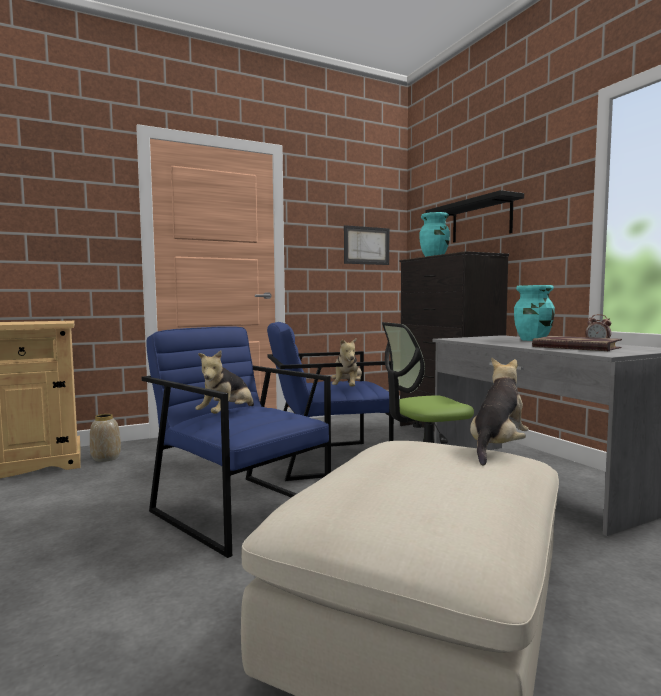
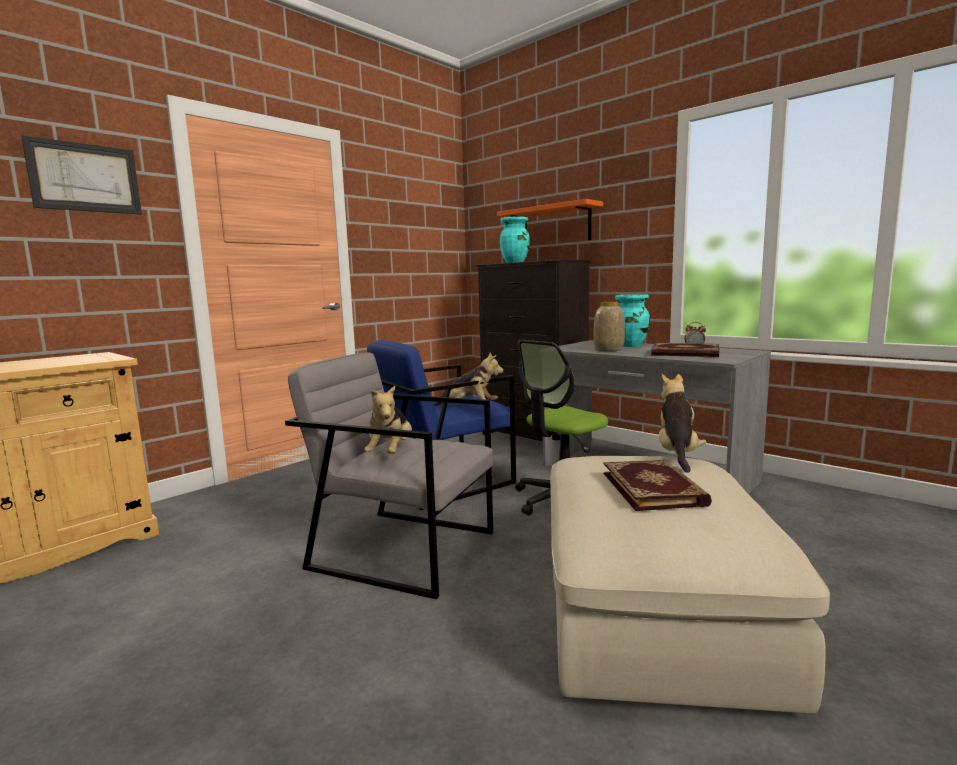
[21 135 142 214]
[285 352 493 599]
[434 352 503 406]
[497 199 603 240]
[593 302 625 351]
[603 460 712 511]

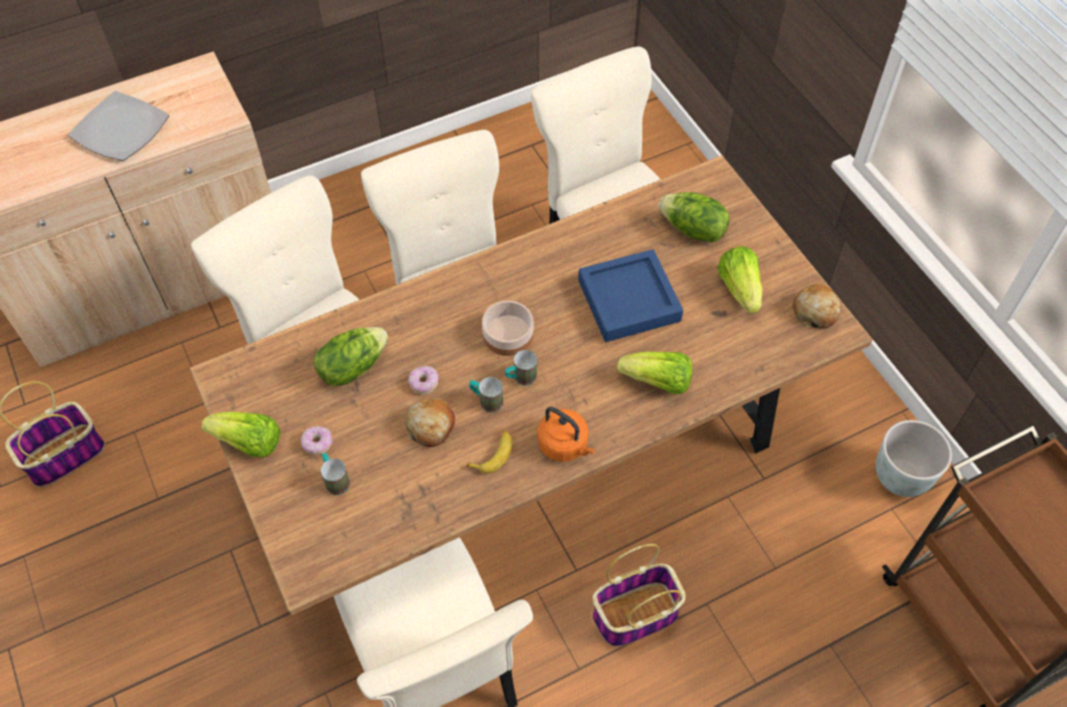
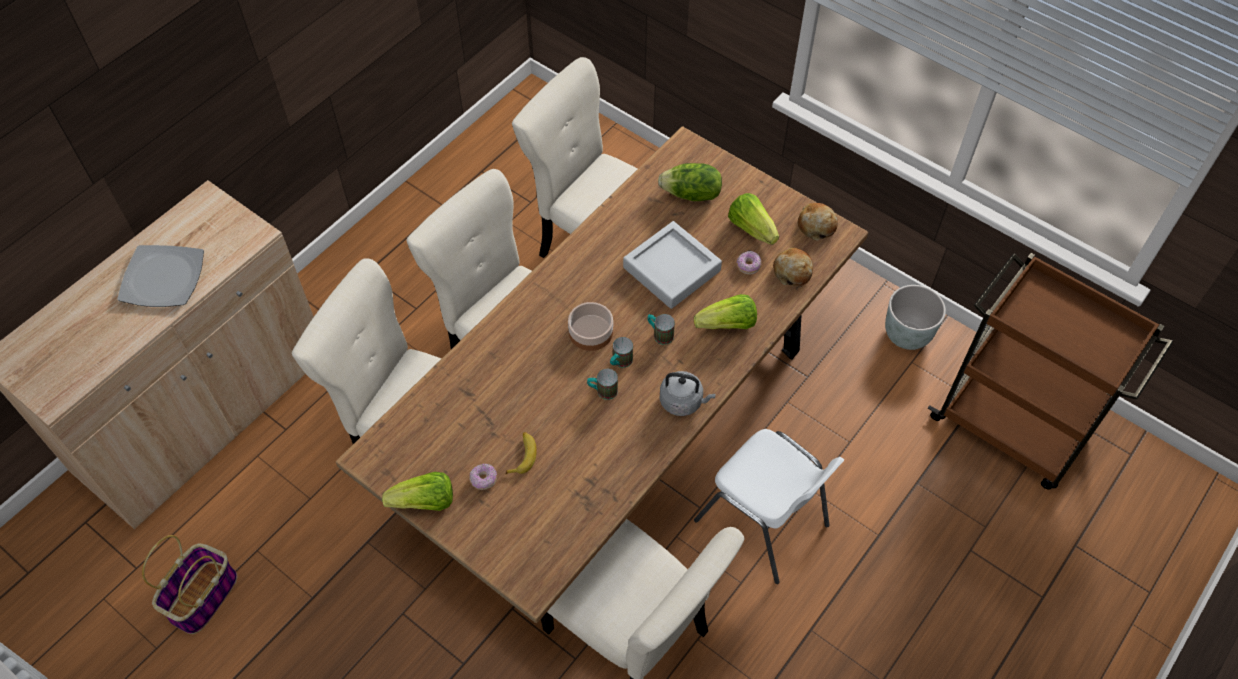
[506 432 537 474]
[623 221 722 309]
[647 314 675 345]
[660 371 715 416]
[694 429 844 584]
[737 251 762 275]
[773 248 813 286]
[313 327 388 386] (first image)

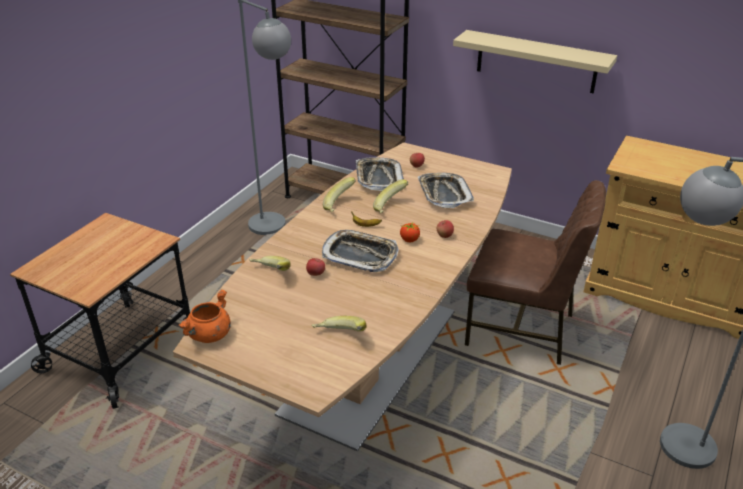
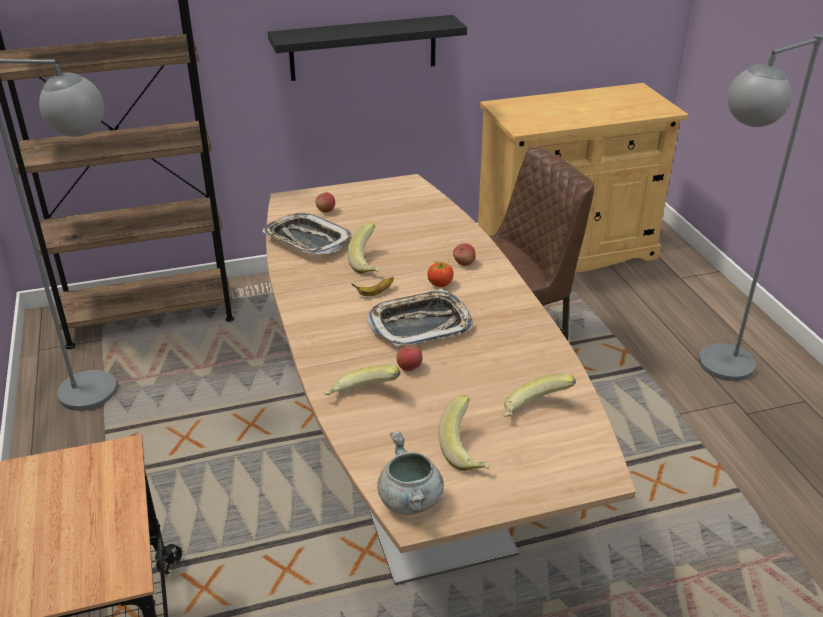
[268 15 467 81]
[377 431 444 515]
[438 395 490 471]
[418 173 474 208] (first image)

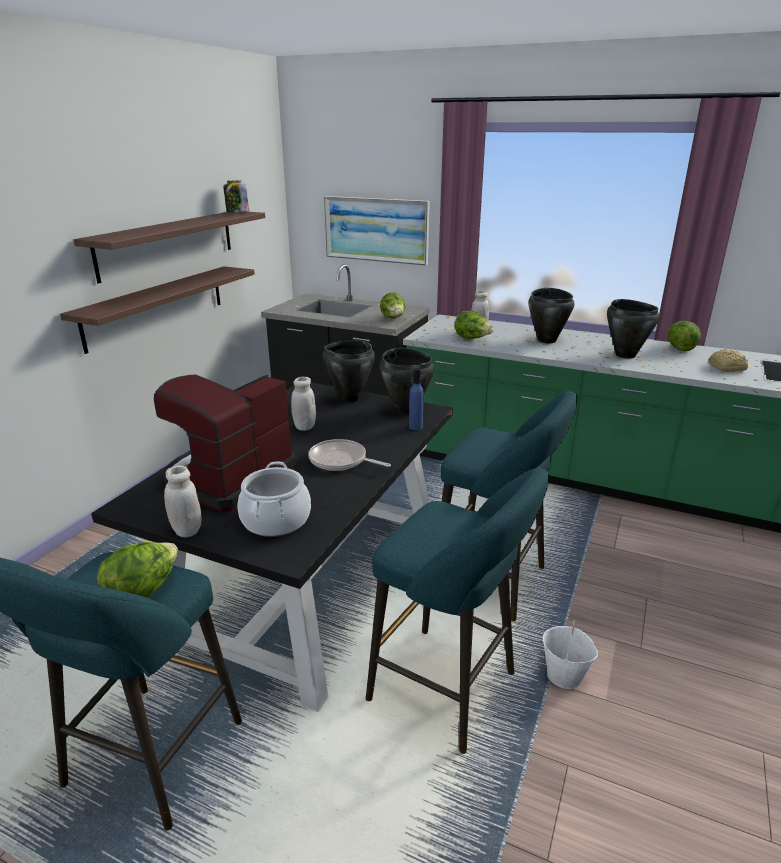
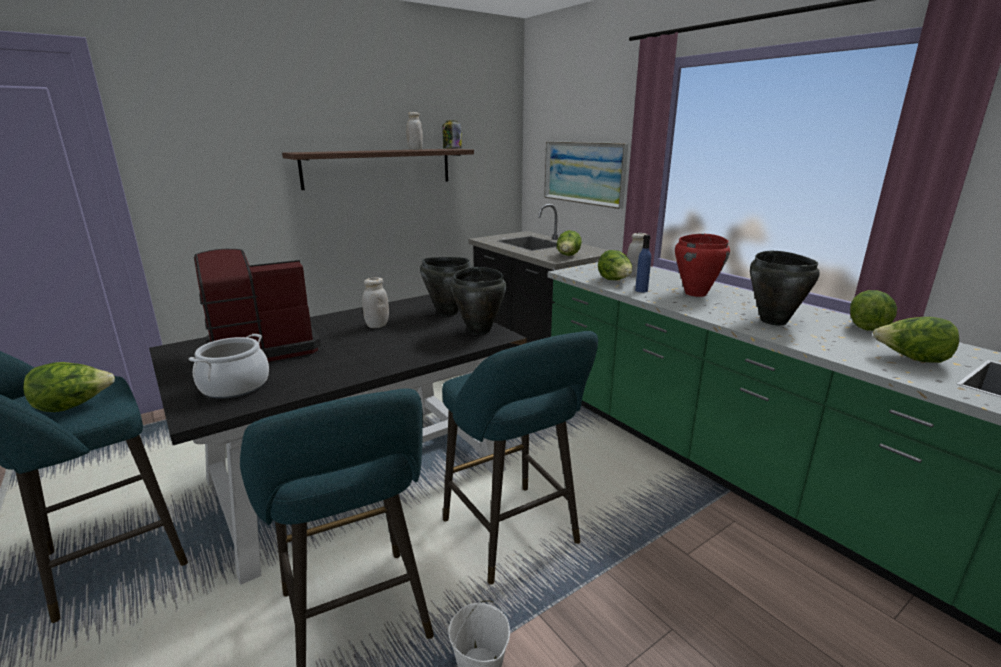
[406 112 423 150]
[635 235 651 292]
[675 234 730 297]
[873 317 959 363]
[60 266 255 354] (first image)
[308 439 391 471] (first image)

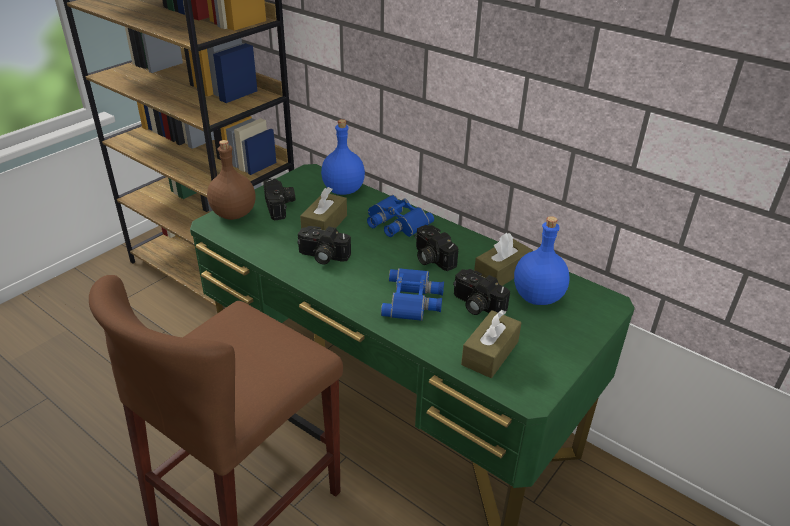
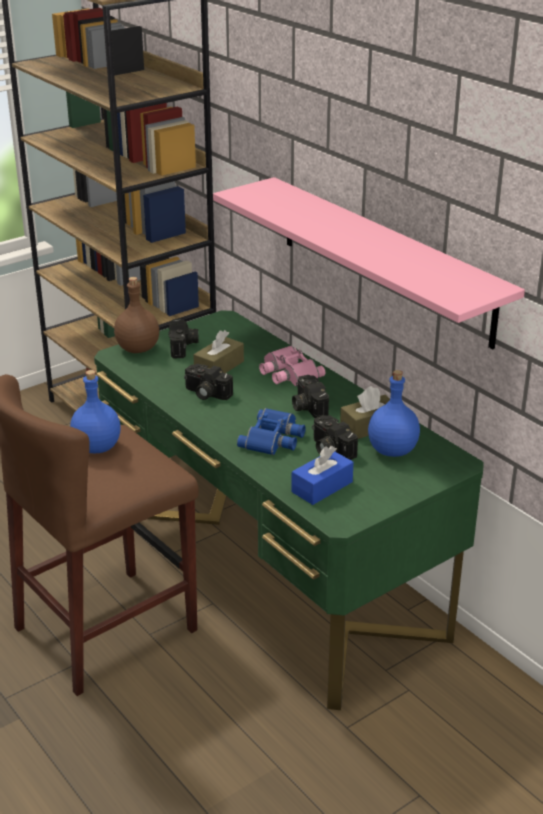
[70 370 121 453]
[213 177 525 349]
[259 346 326 386]
[291 446 354 505]

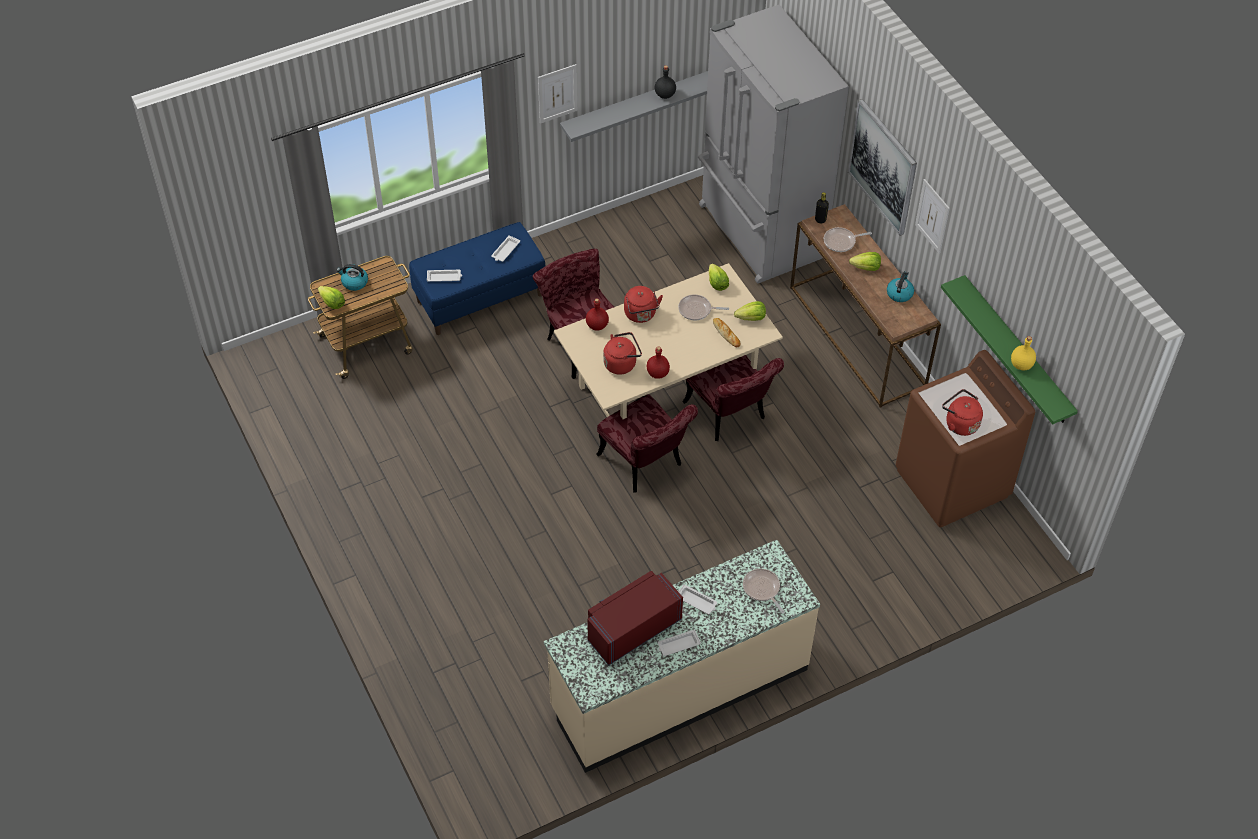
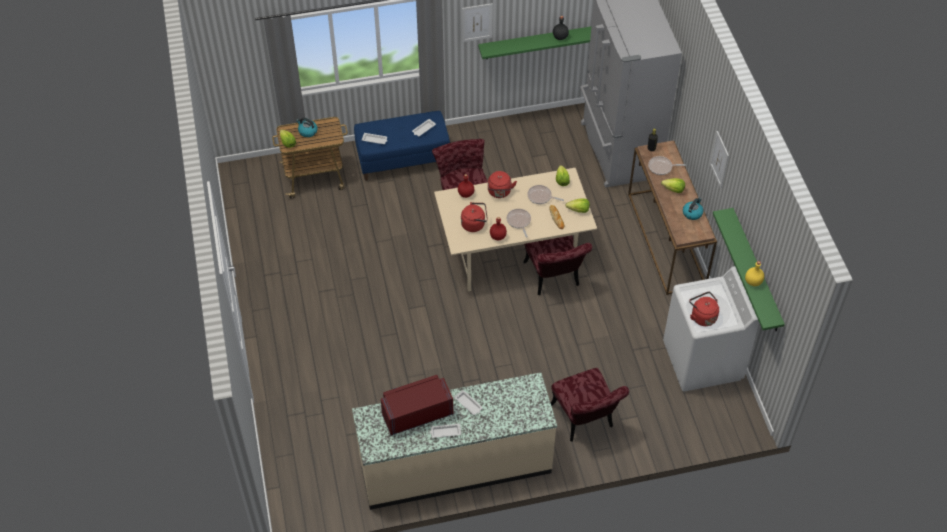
[478 27 591 59]
[507 209 531 237]
[551 368 629 442]
[663 266 759 392]
[848 99 917 236] (first image)

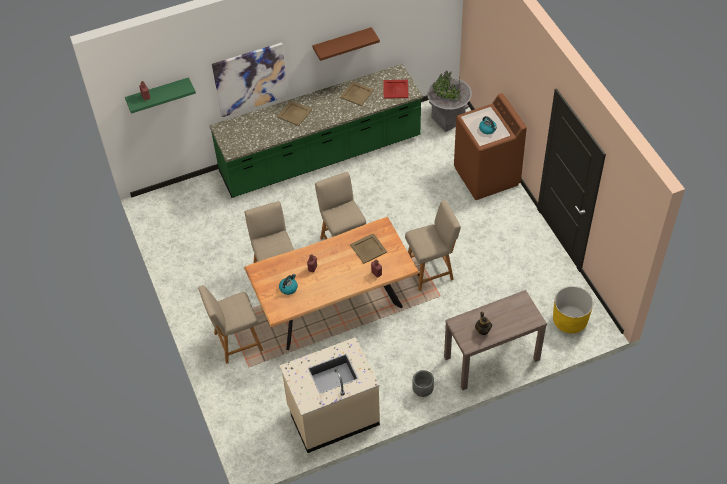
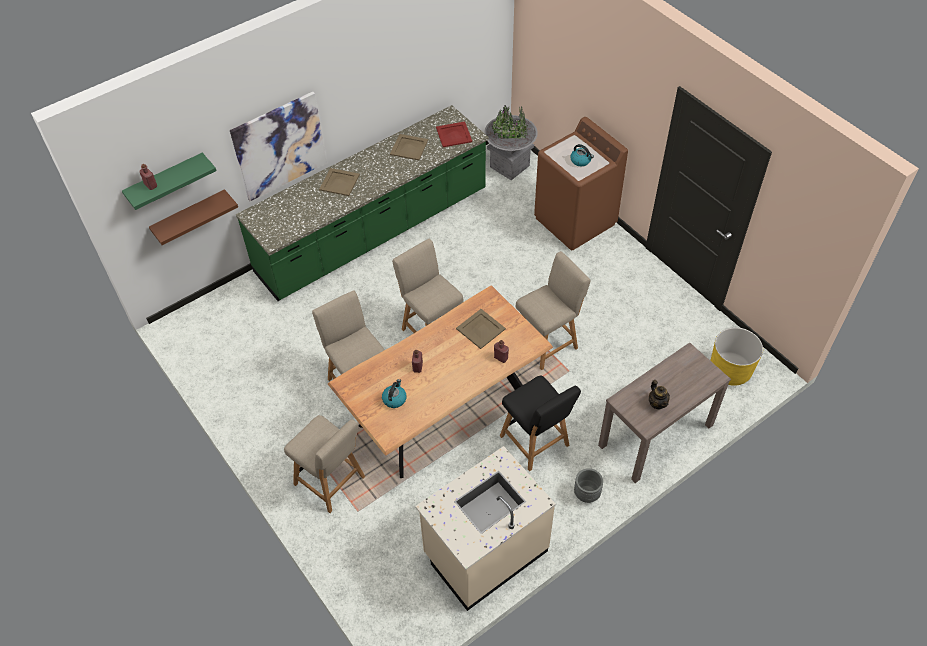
[149 189 238 245]
[284 415 365 513]
[500 376 581 471]

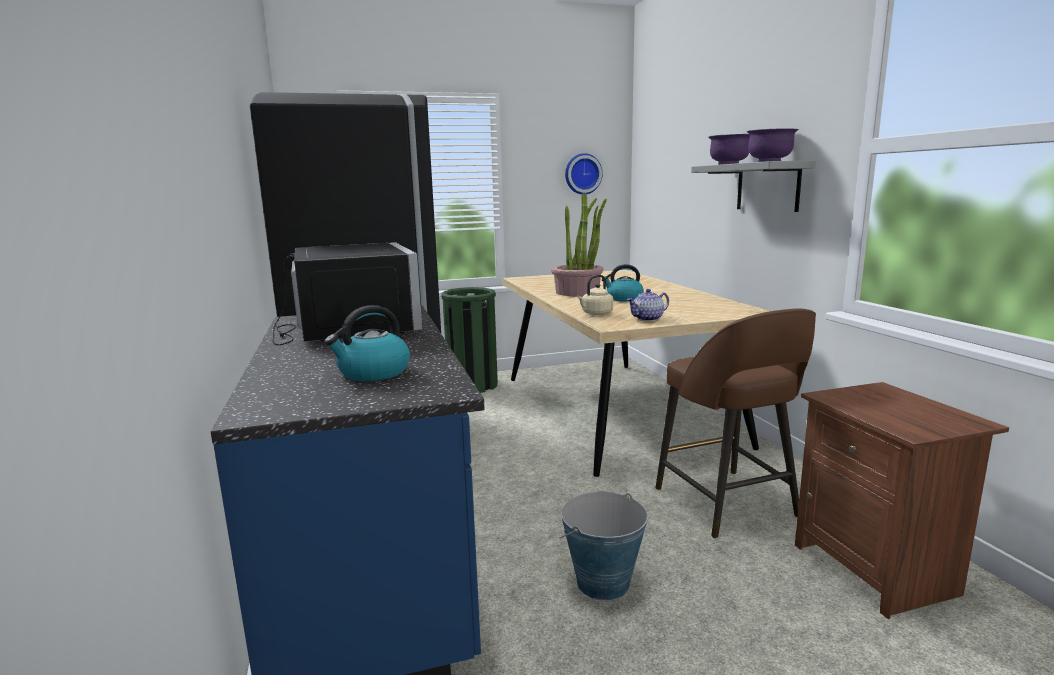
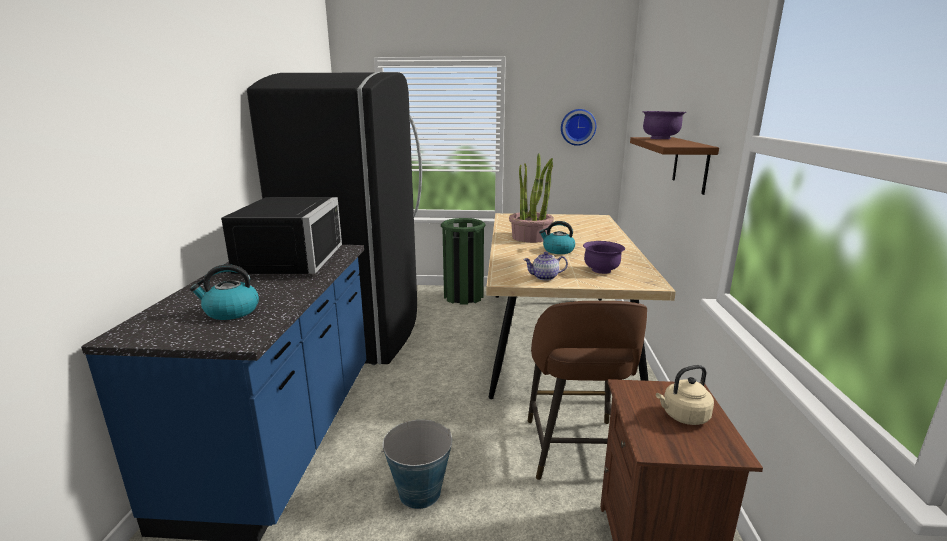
[583 241 625 274]
[630 137 719 195]
[656 365 714 425]

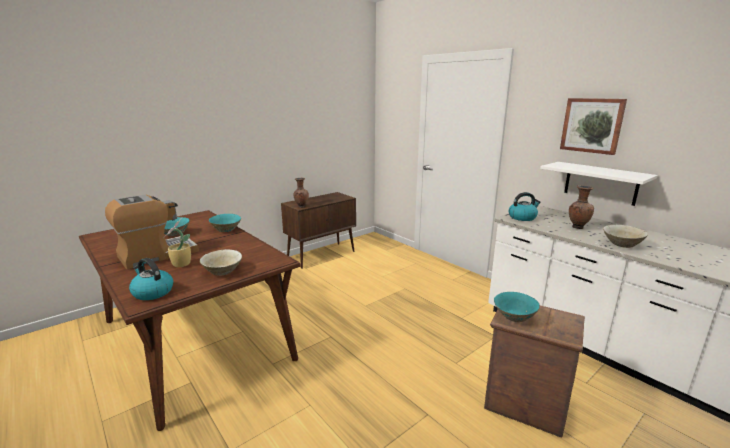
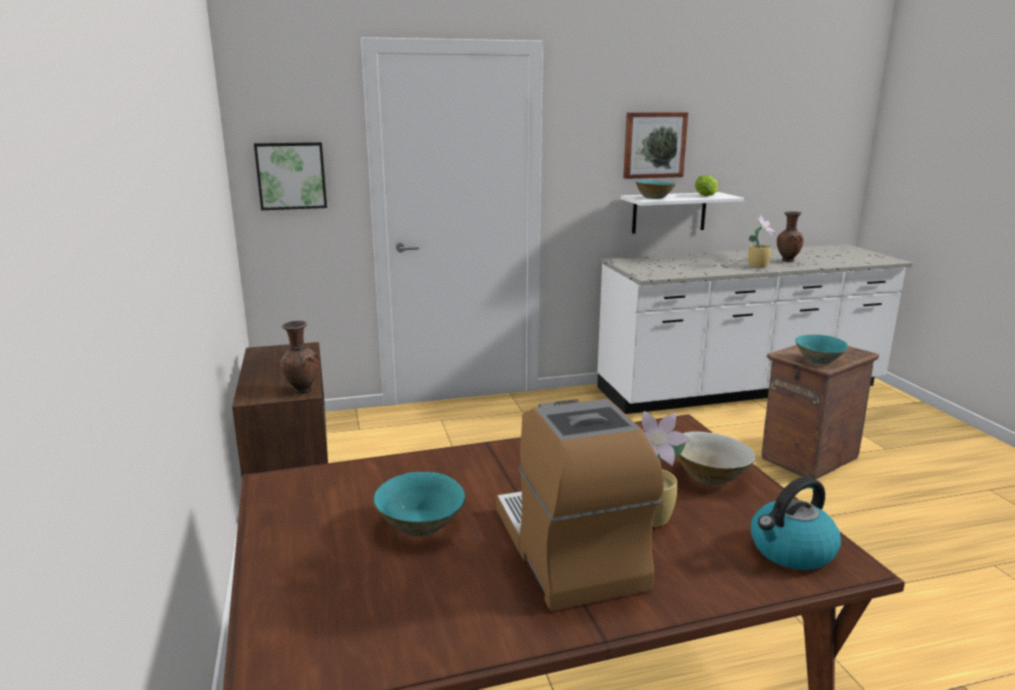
[254 142 327 210]
[636 180 676 199]
[695 175 718 196]
[748 215 775 268]
[777 211 804 262]
[509 192 541 221] (first image)

